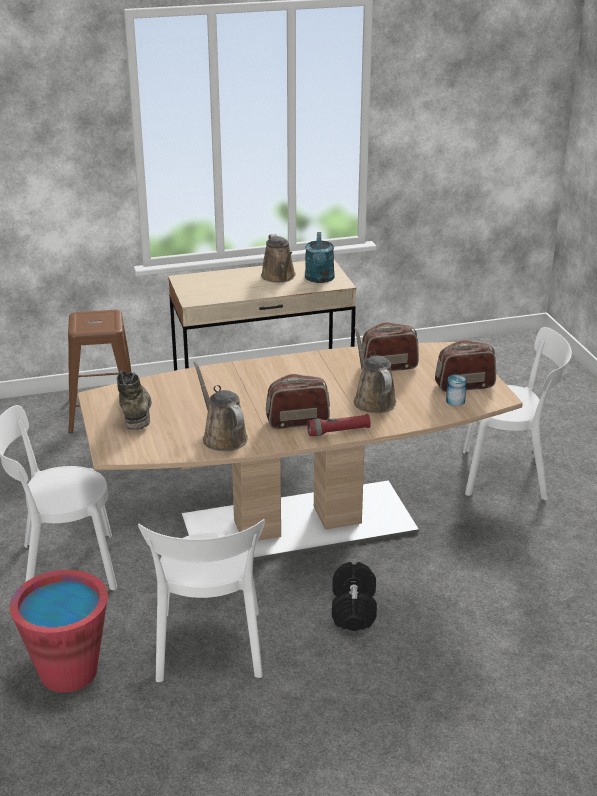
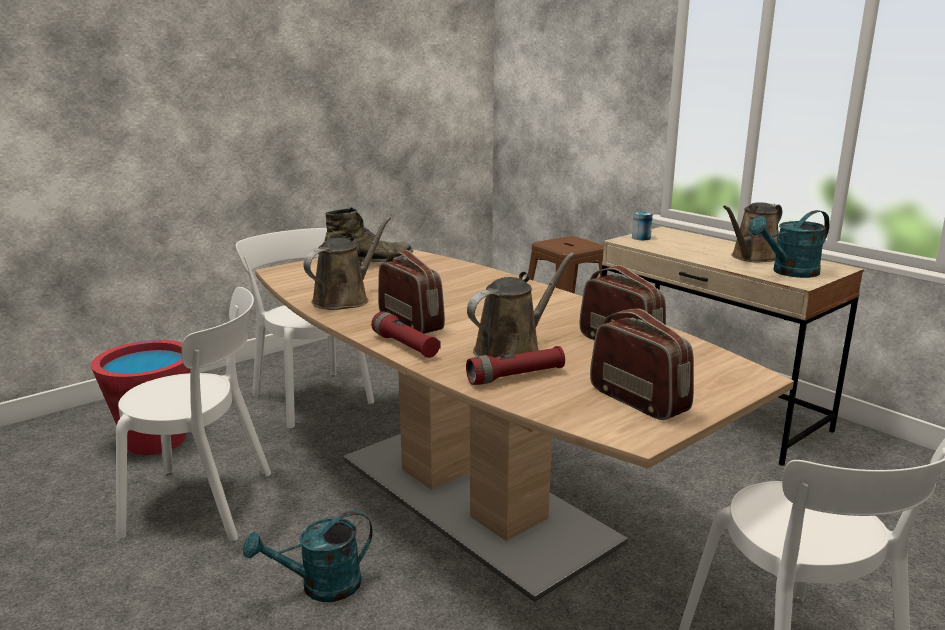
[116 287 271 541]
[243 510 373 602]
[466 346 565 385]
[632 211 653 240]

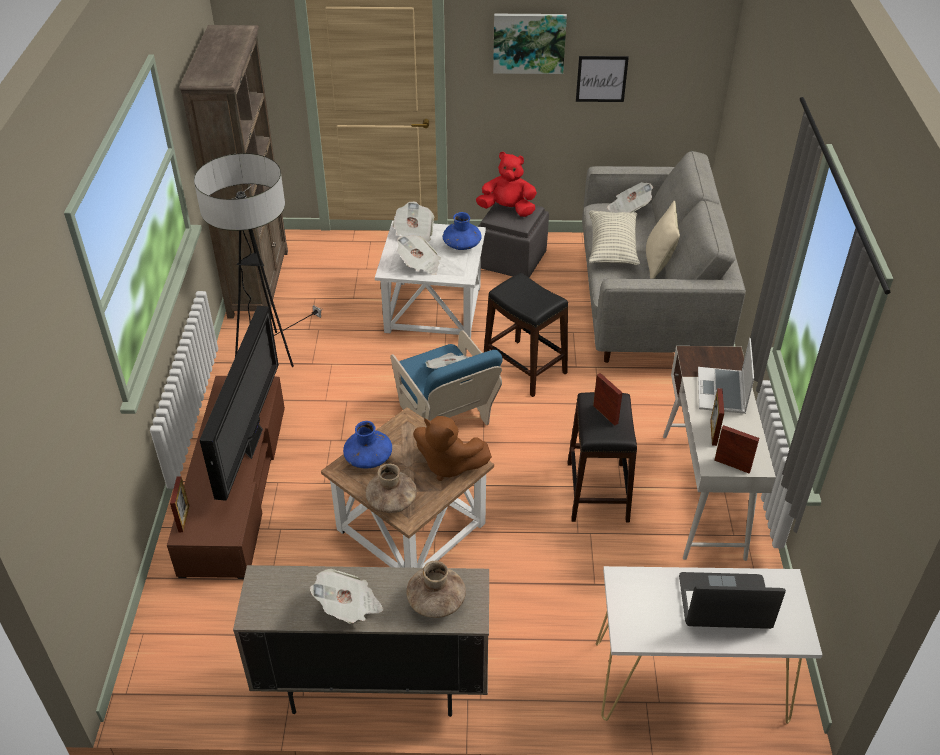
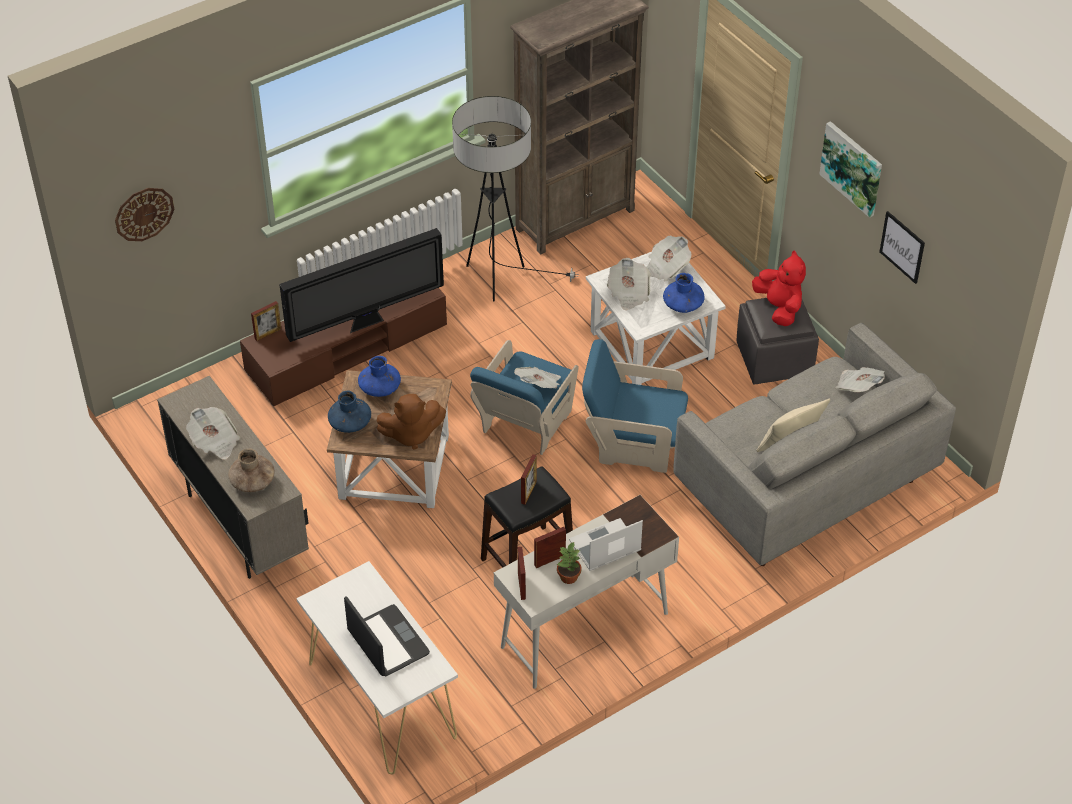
[115 188 174 241]
[328 390 371 433]
[377 394 446 450]
[557 542 581 584]
[582 339 688 473]
[589 210 640 265] (first image)

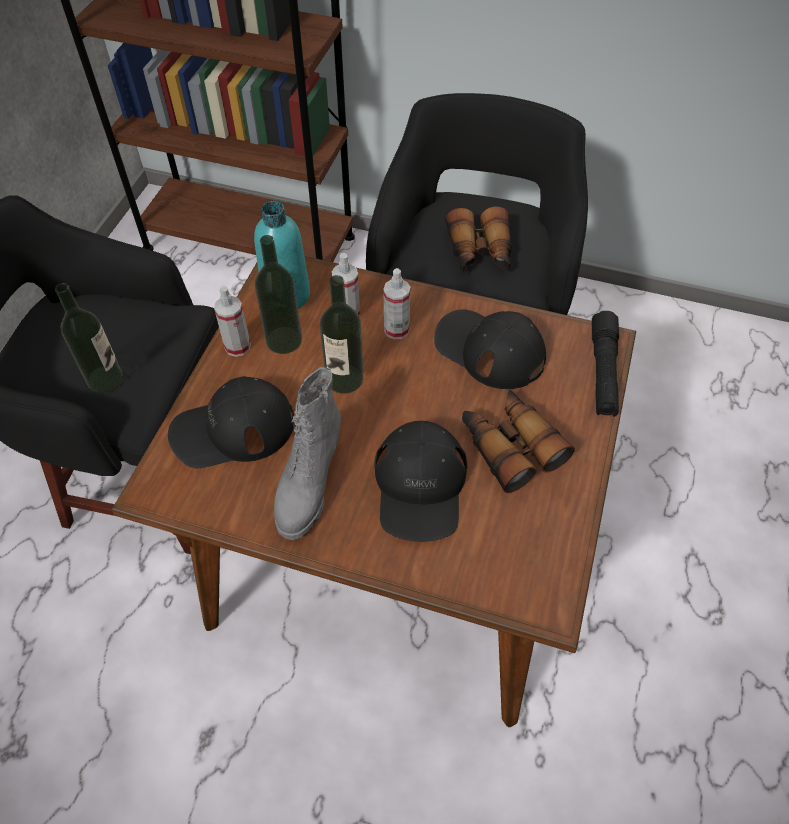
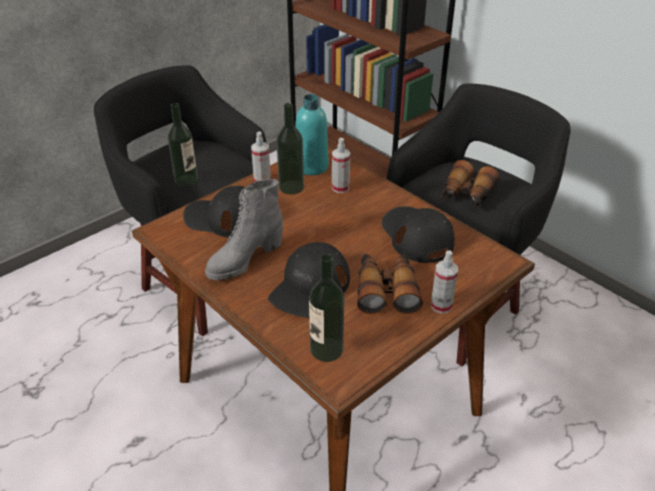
[309 254 344 362]
[431 250 458 314]
[592 311 619 417] (first image)

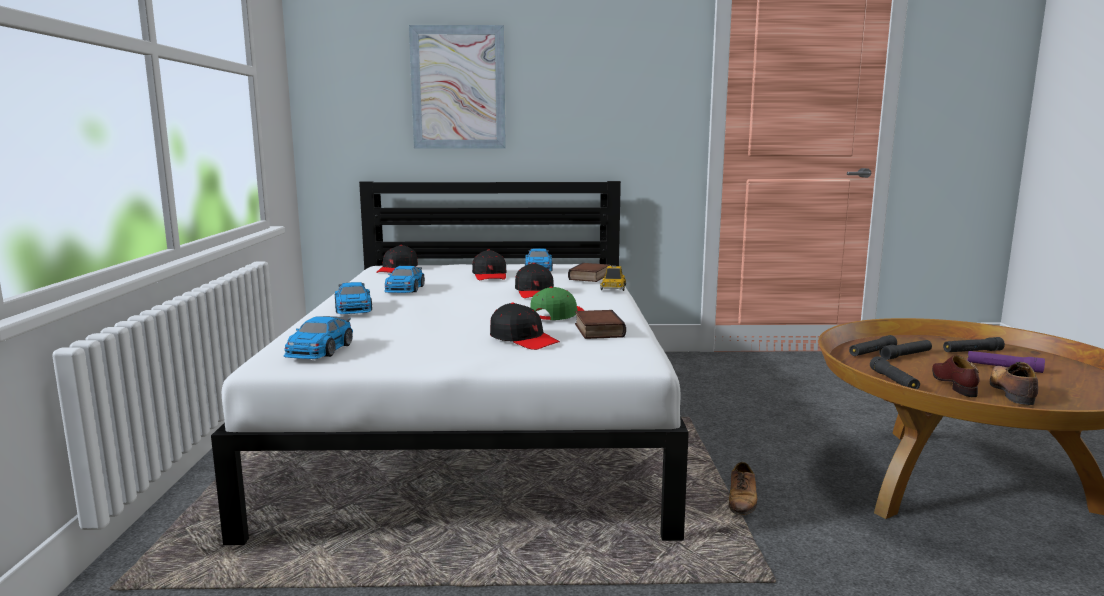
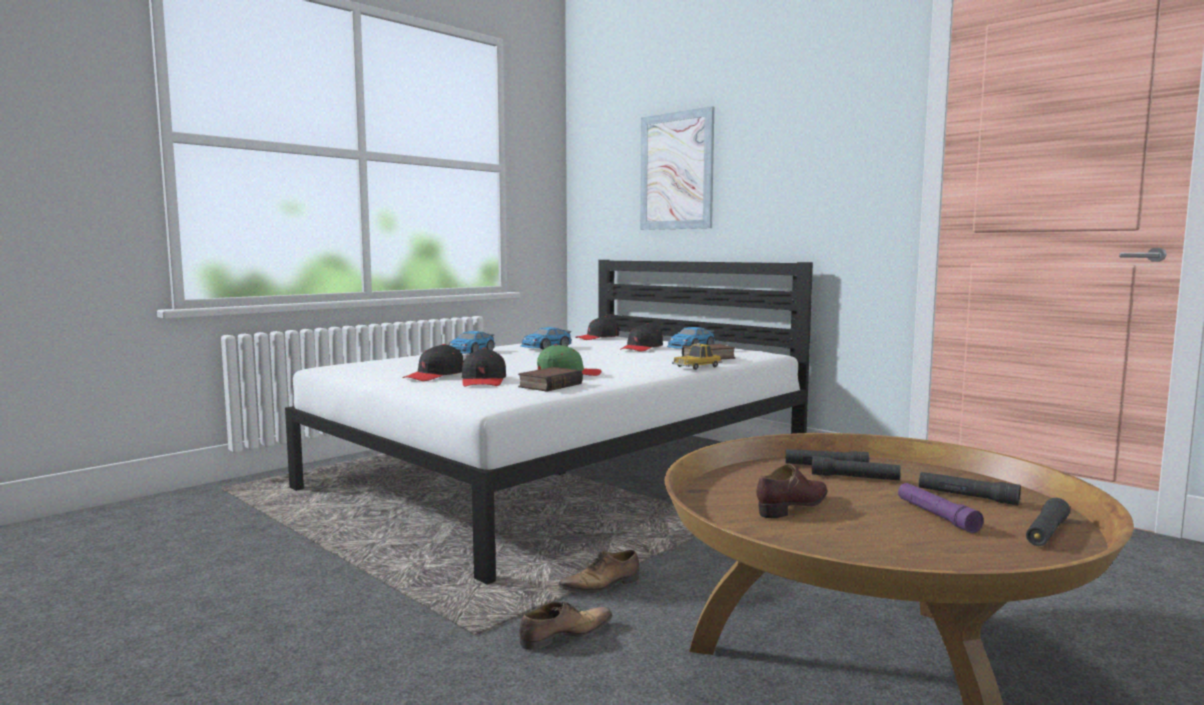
[402 344 464 381]
[519 601 613 650]
[1026 498 1070 546]
[284 316 353 359] (first image)

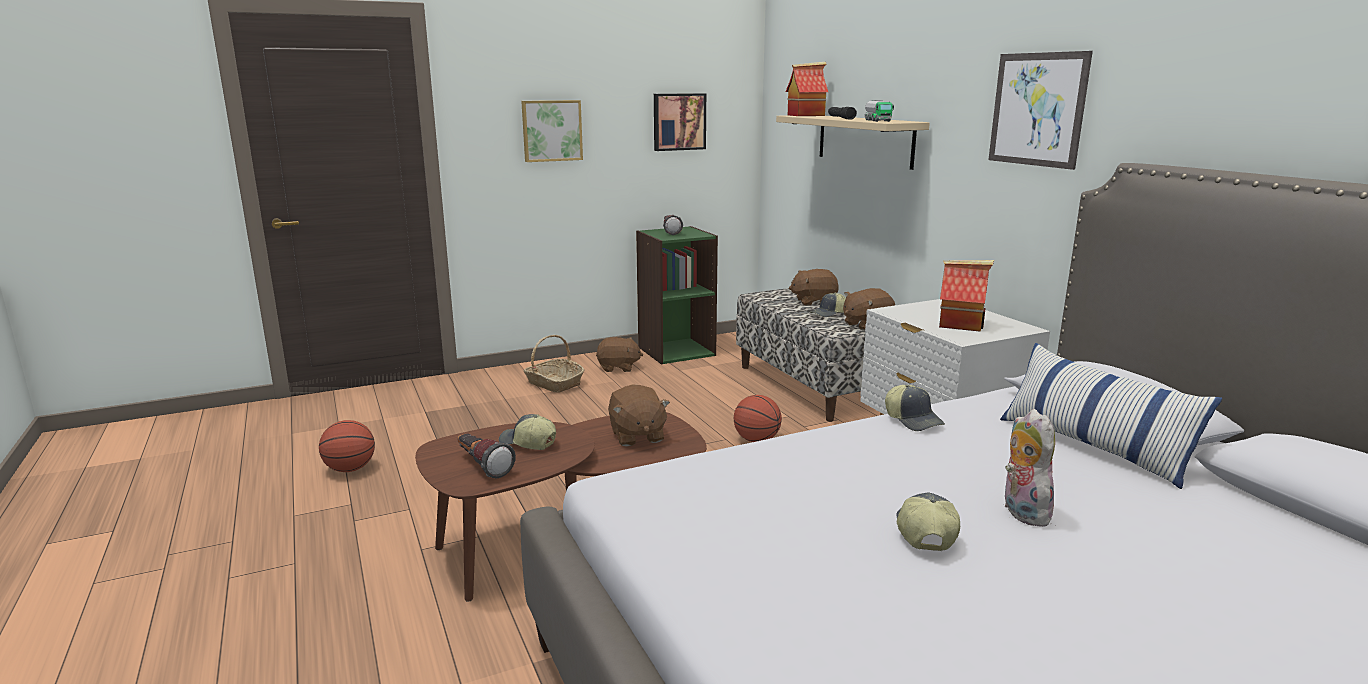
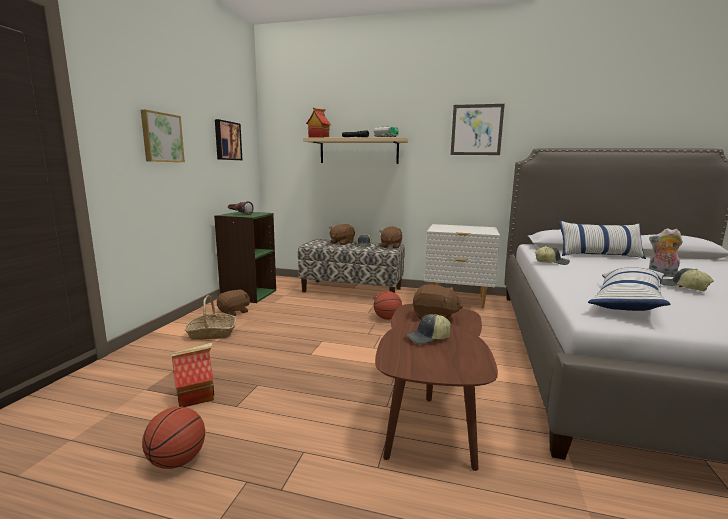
[170 343 214 407]
[588 267 671 311]
[457 433 516 478] (first image)

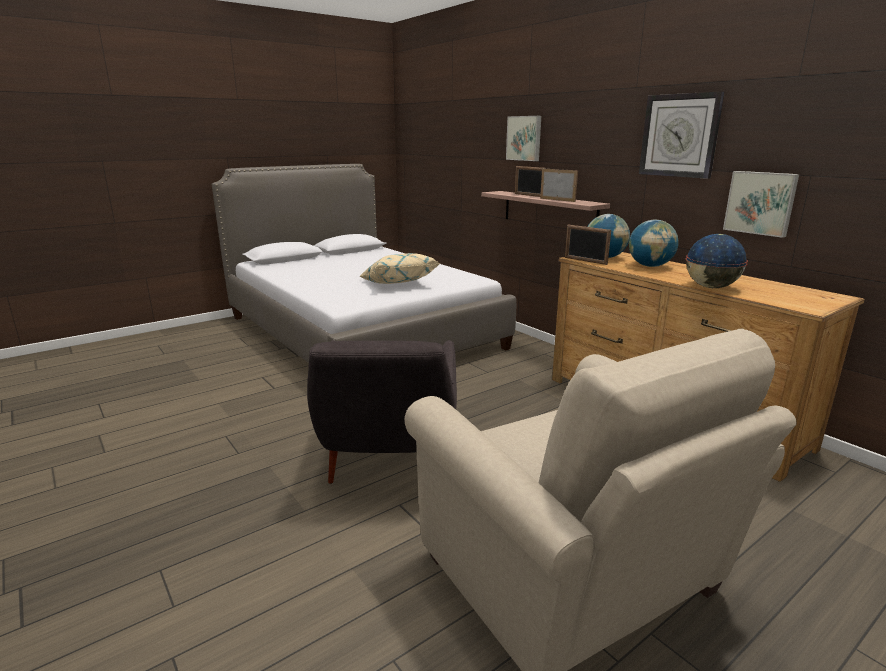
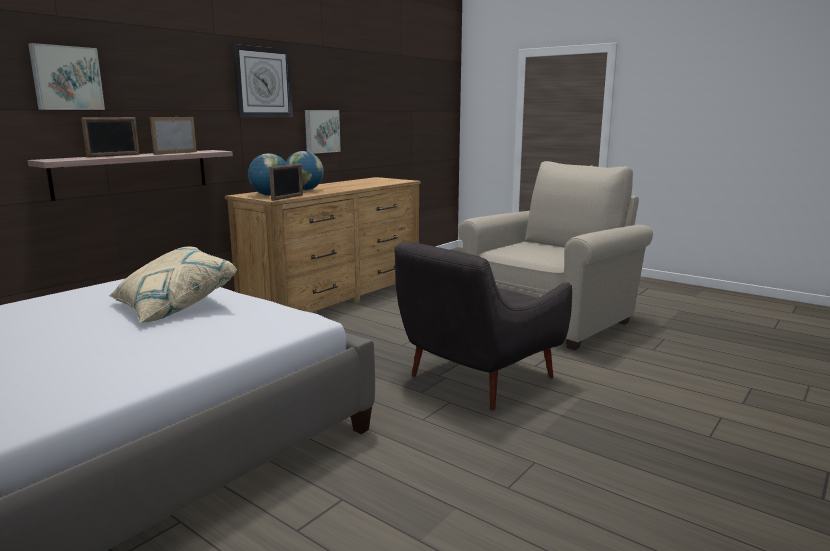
[394 242 572 410]
[686 234 748 288] (first image)

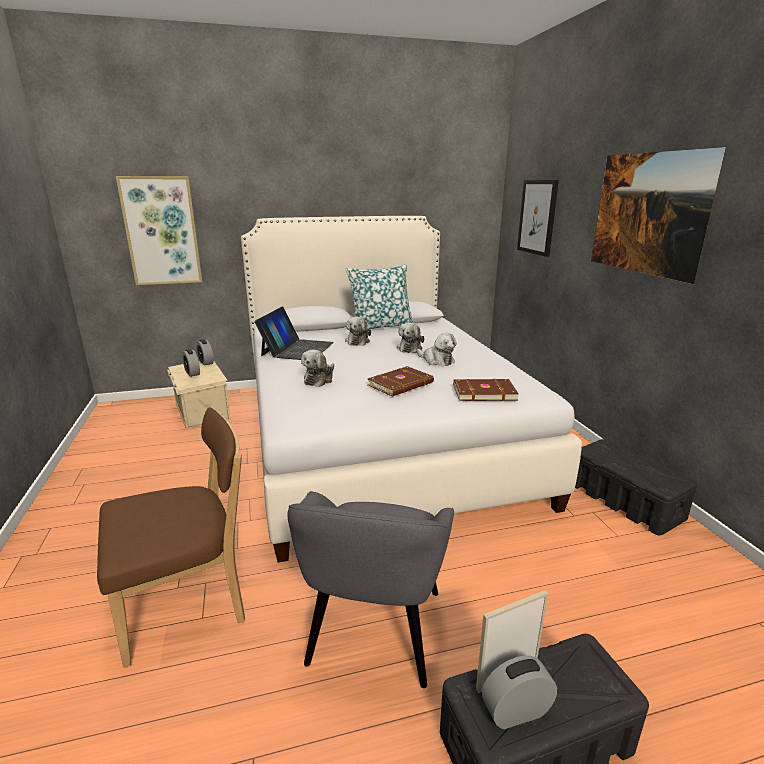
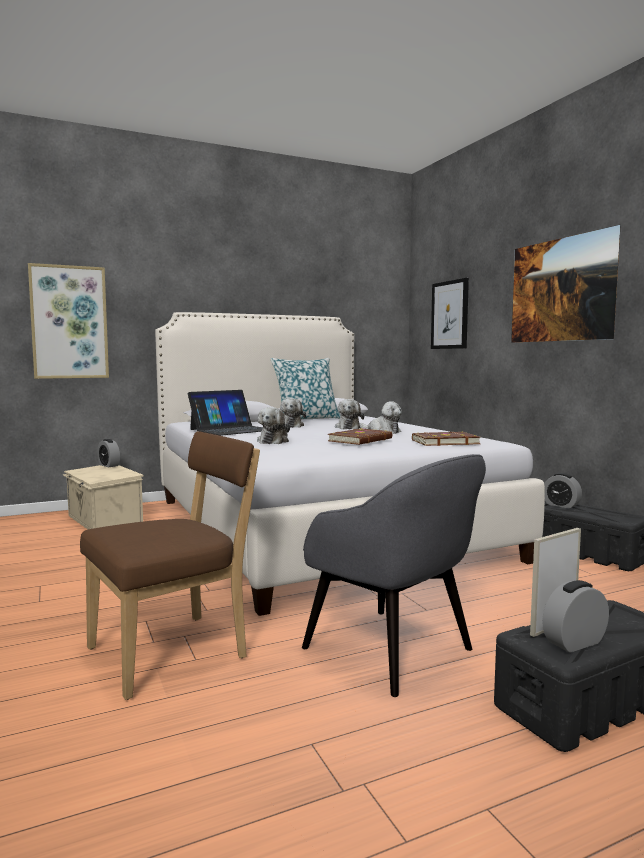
[188 390 263 436]
[302 454 486 697]
[544 473 582 509]

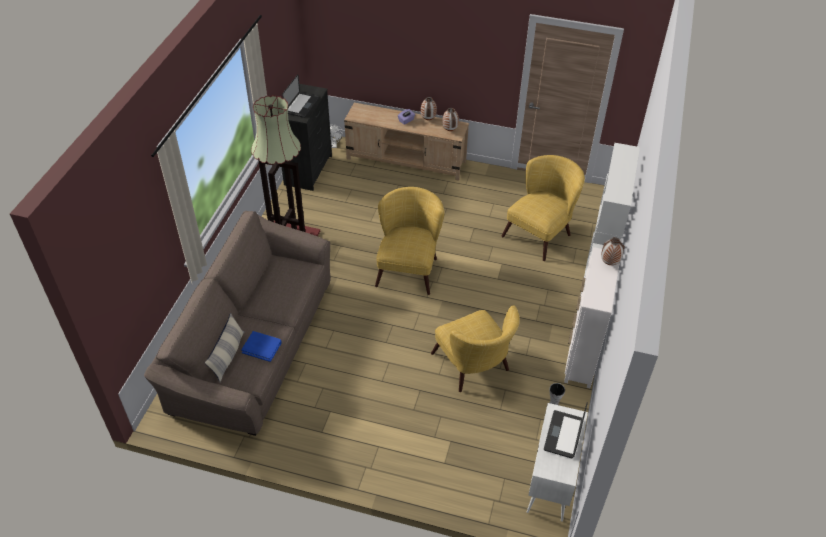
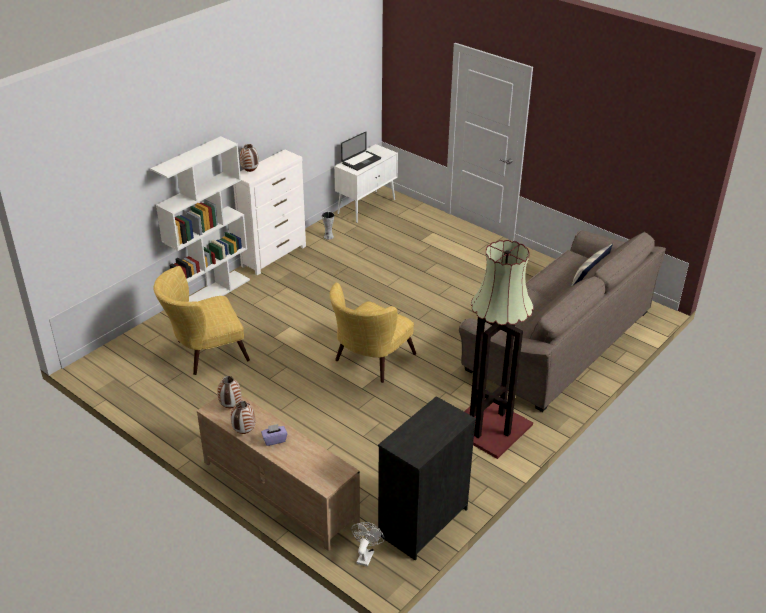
[241 331 282 362] (first image)
[282 74 319 118] (first image)
[431 305 520 392] (first image)

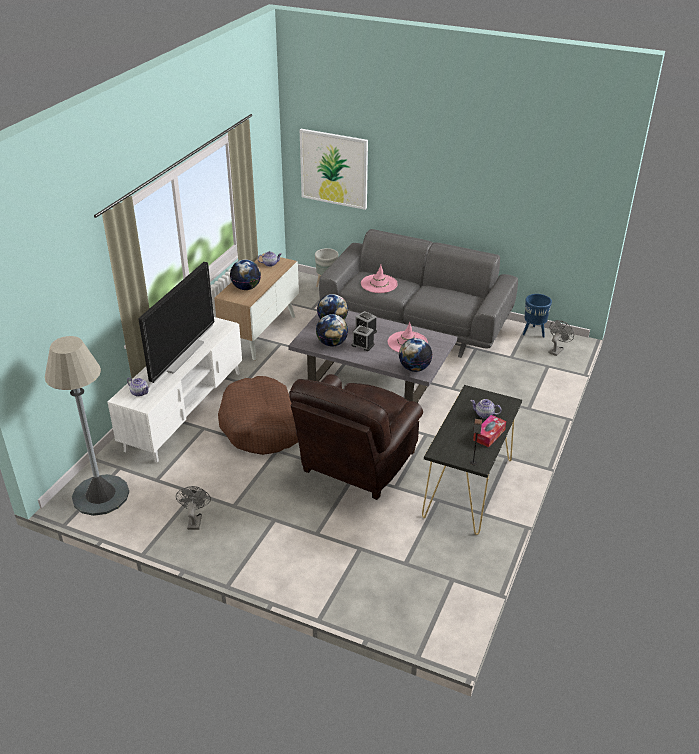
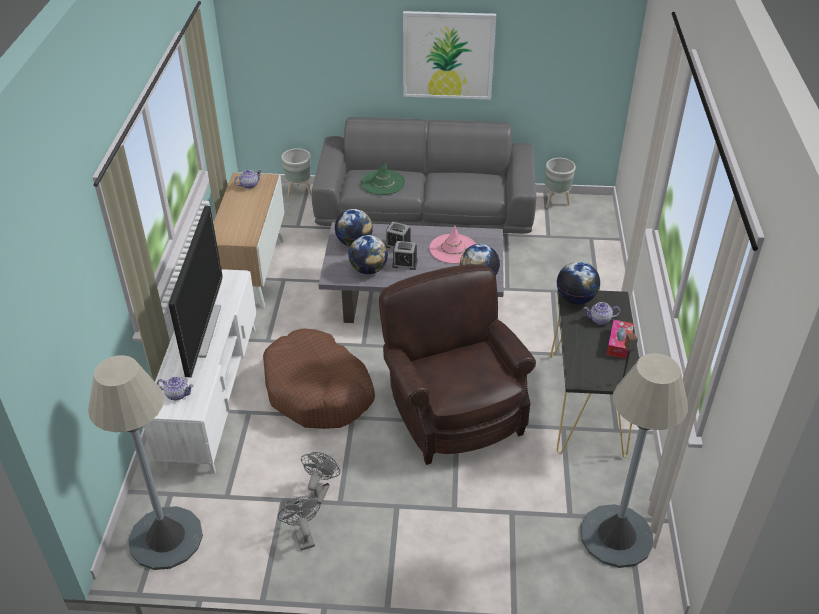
[301 452 340 504]
[361 160 405 195]
[379 264 536 465]
[403 11 496 99]
[545 158 576 208]
[557 261 600 304]
[580 353 688 568]

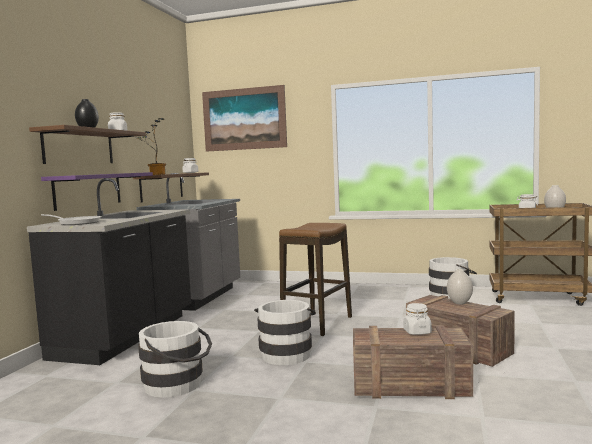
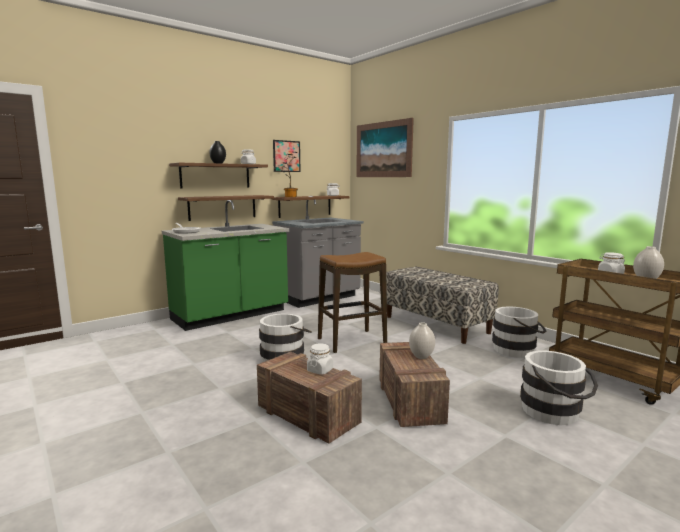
[162 200 289 331]
[178 195 274 221]
[273 140 301 172]
[386 267 499 344]
[520 350 598 425]

